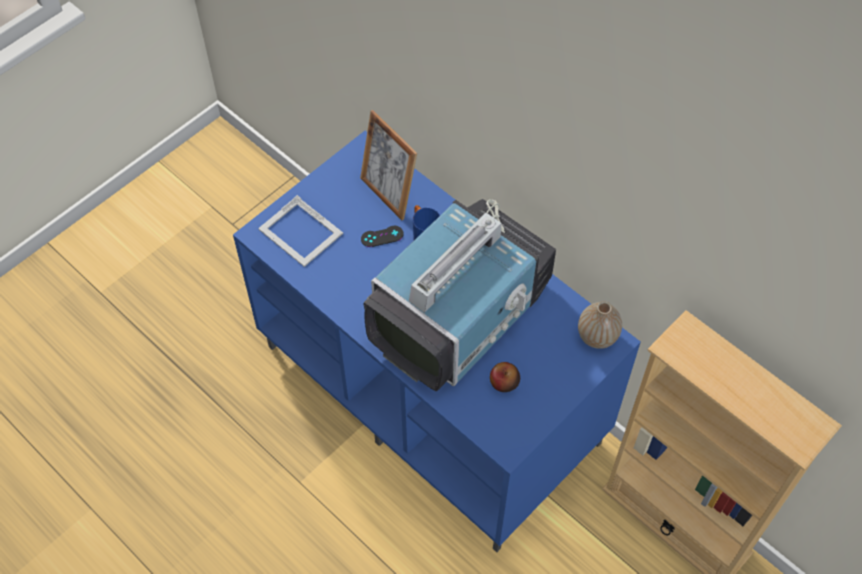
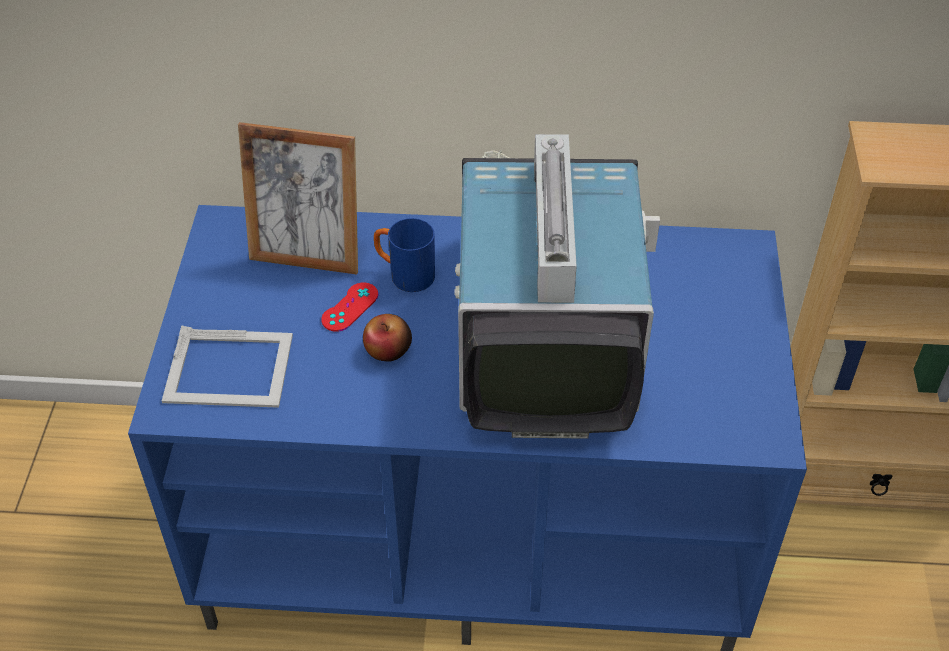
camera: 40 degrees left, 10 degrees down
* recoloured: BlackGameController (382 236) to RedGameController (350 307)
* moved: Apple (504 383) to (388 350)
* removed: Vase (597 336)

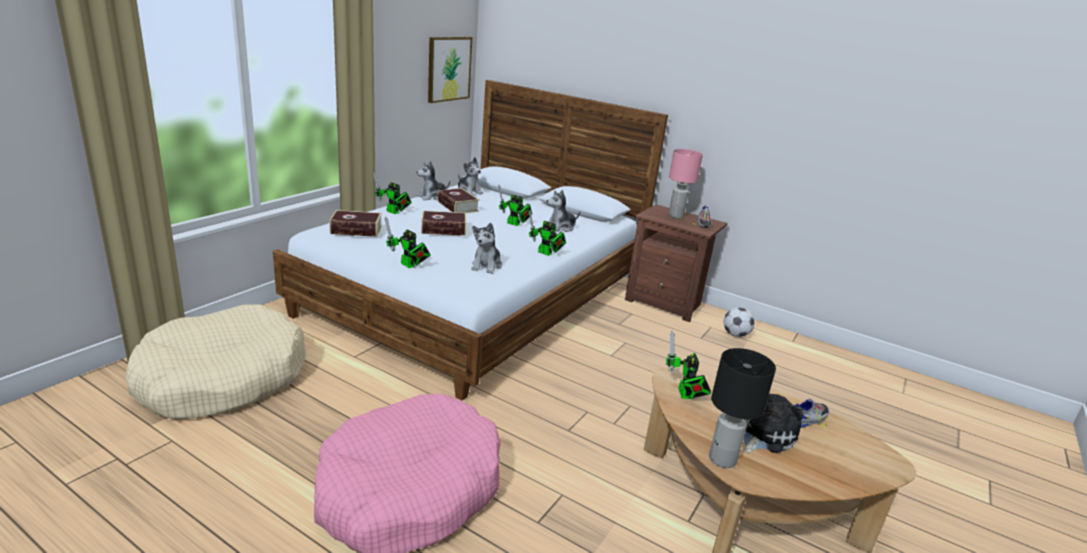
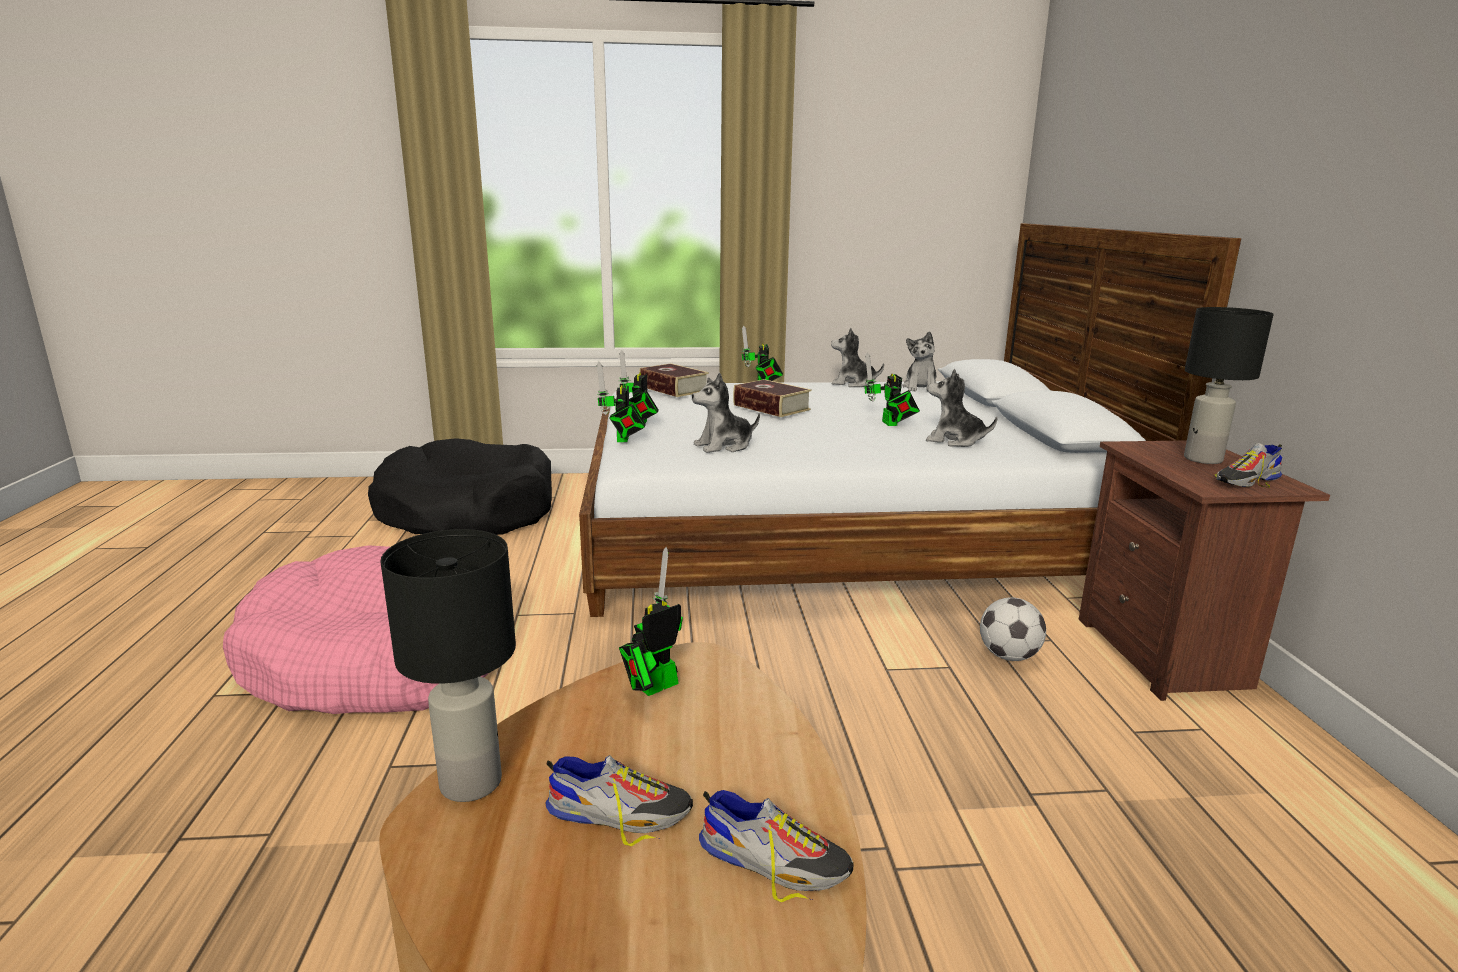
camera: 55 degrees right, 5 degrees down
* recoloured: BeigeDogBed (222 379) to BlackDogBed (467 511)
* removed: Picture (449 69)
* removed: Book (458 206)
* moved: ToyRobot (546 253) to (622 440)
* recoloured: PinkTableLamp (676 216) to BlackTableLamp (1203 459)
* moved: Football (735 335) to (1008 656)
* replaced: PlushToy (763 435) to Shoe (620 812)

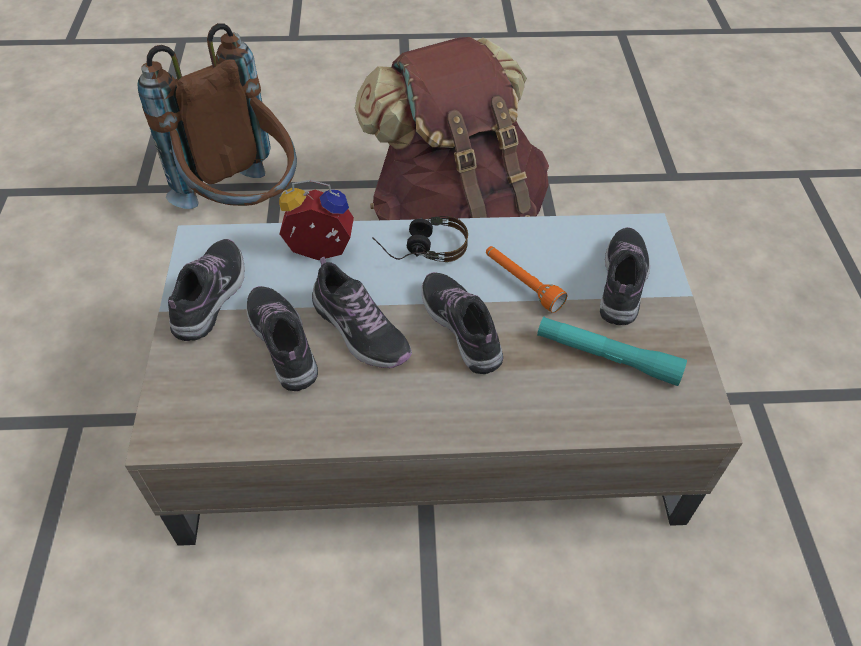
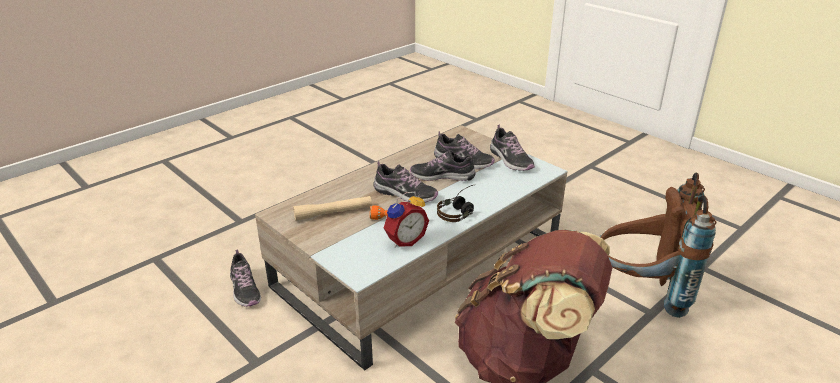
camera: 140 degrees right, 20 degrees down
* moved: AlarmClock (319 254) to (404 240)
* recoloured: TurquoiseFlashlight (607 357) to BeigeFlashlight (333 213)
* moved: Shoe (622 282) to (245 289)

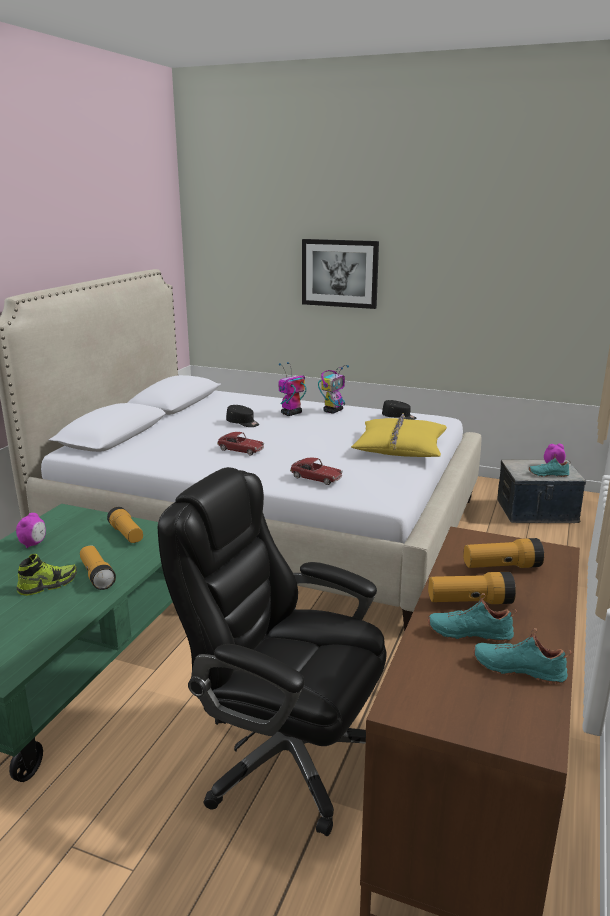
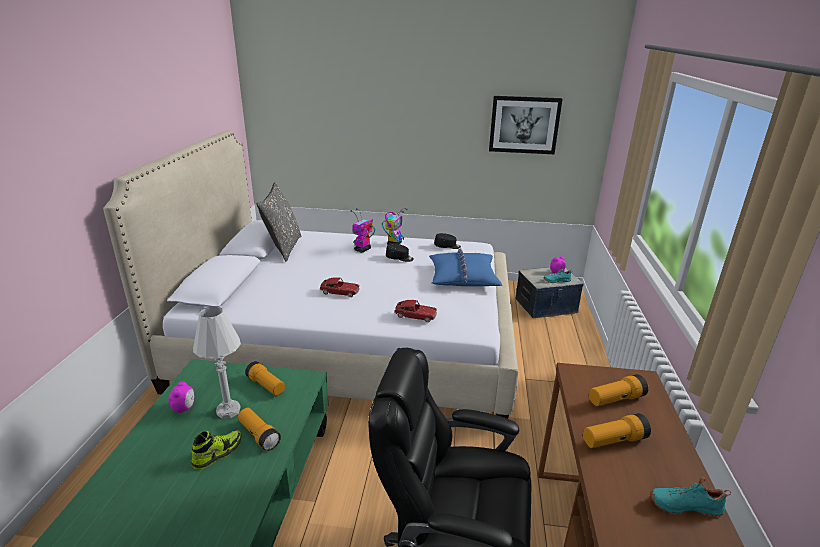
camera: 15 degrees left, 5 degrees up
* moved: BlackCap (243 423) to (399 258)
* moved: Picture (339 273) to (524 125)
* recoloured: YellowPillow (400 447) to BluePillow (463 277)
* removed: TurquoiseShoe (469 632)
* added: WhiteTableLamp (228 410)
* added: GreyPillow (283 248)

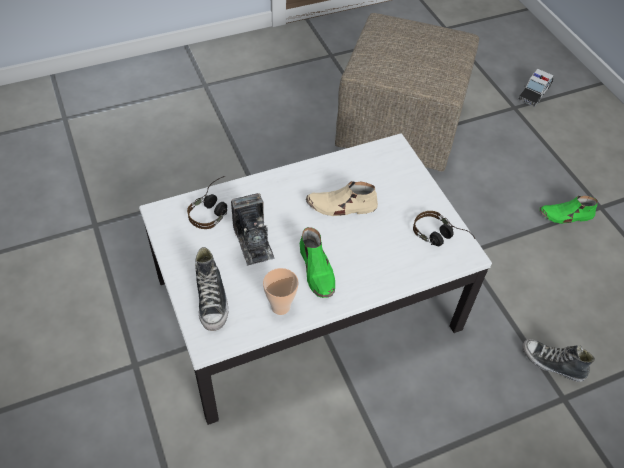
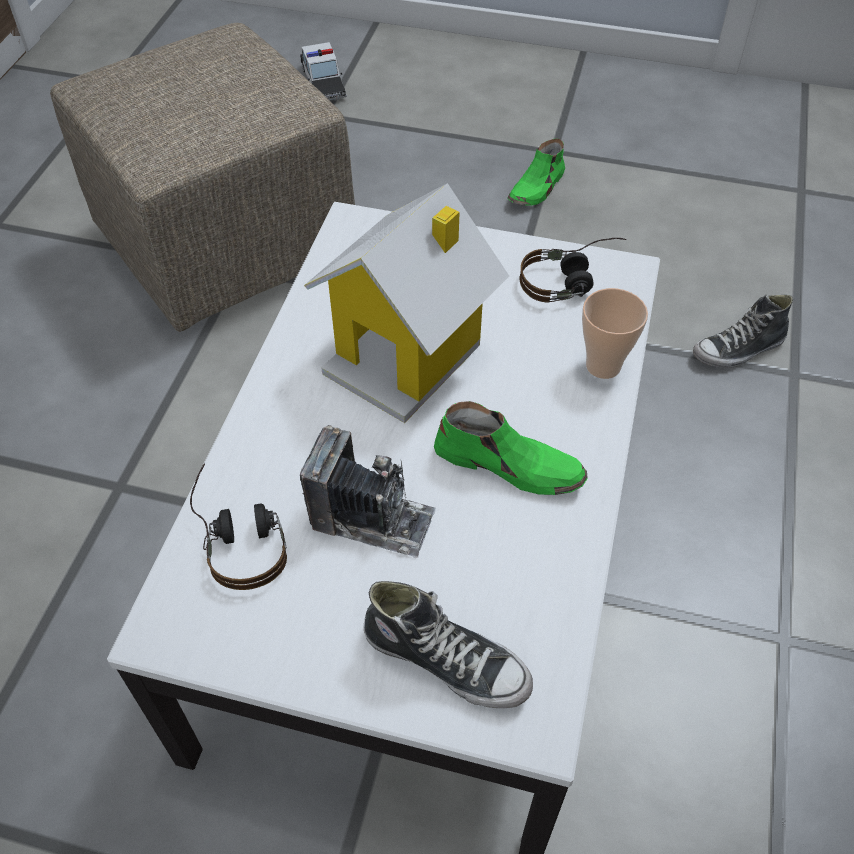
camera: 50 degrees left, 0 degrees up
* moved: Cup (280 306) to (603 366)
* replaced: BeigeShoe (341 206) to ToyHouse (408 355)

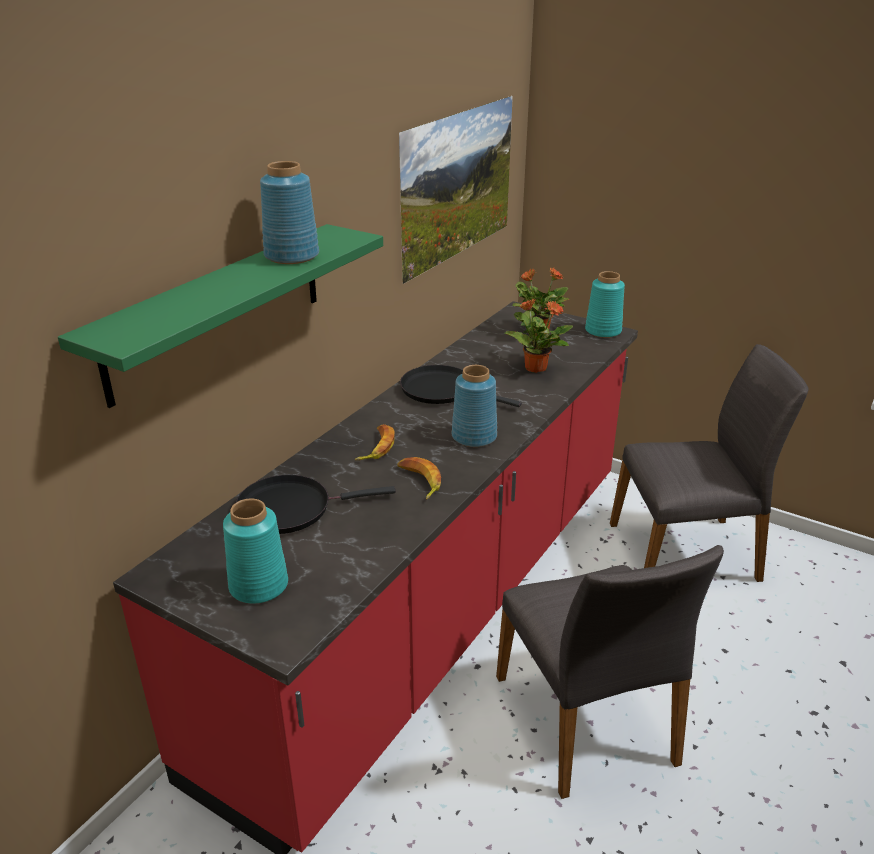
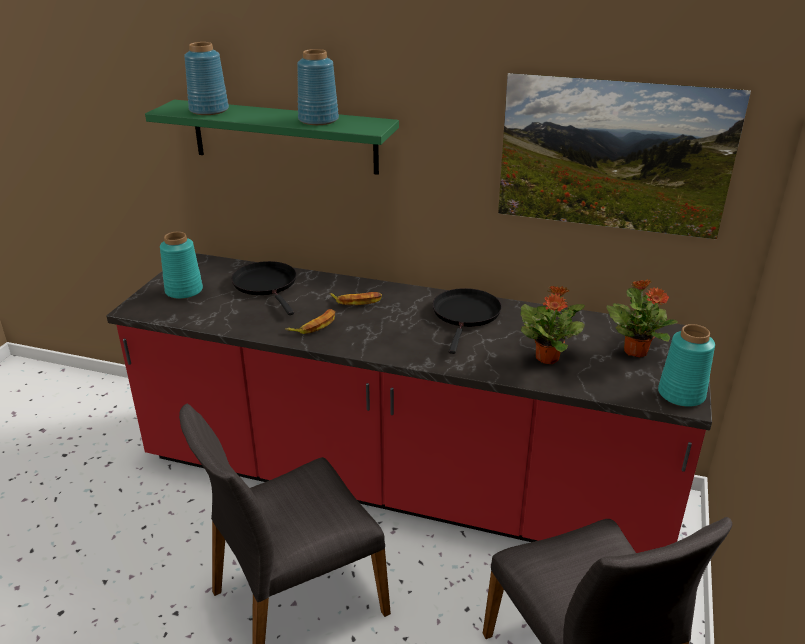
camera: 75 degrees right, 0 degrees up
* moved: BlueVase (473 436) to (209 110)

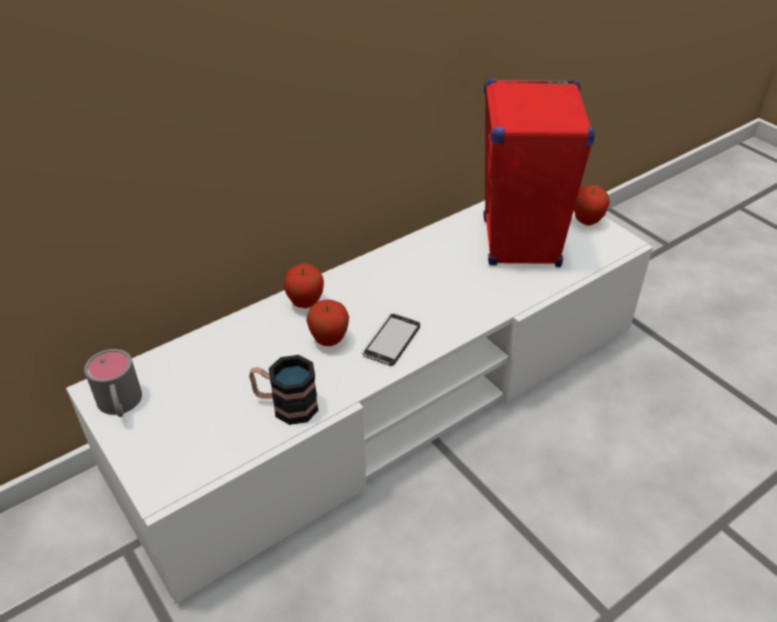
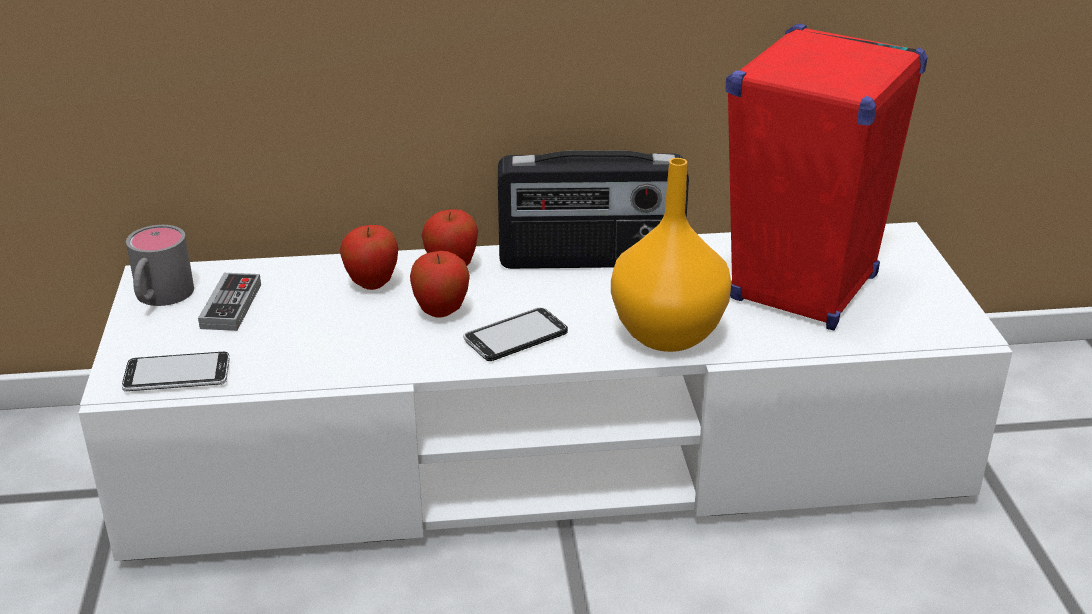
camera: 30 degrees right, 10 degrees down
* removed: Mug (286 405)
* moved: Apple (586 222) to (372 284)
* added: Phone (177 375)
* added: GameController (231 306)
* added: Radio (590 260)
* added: OrangeVase (669 335)

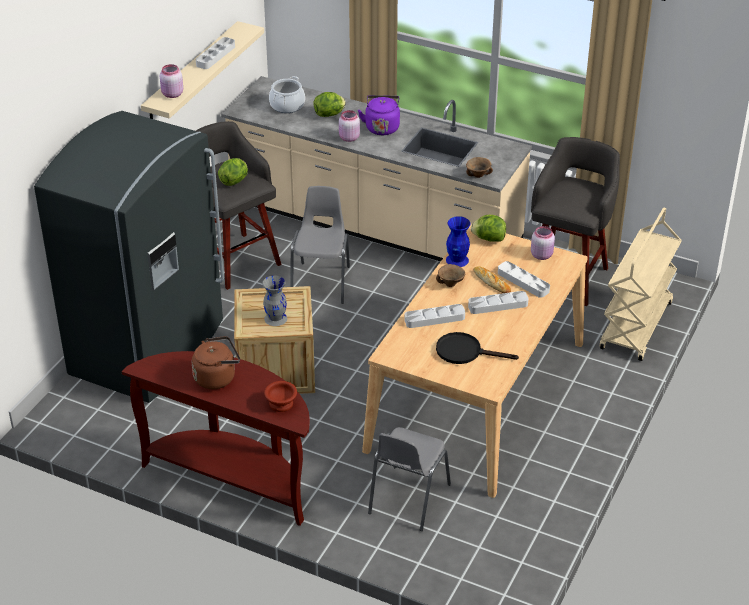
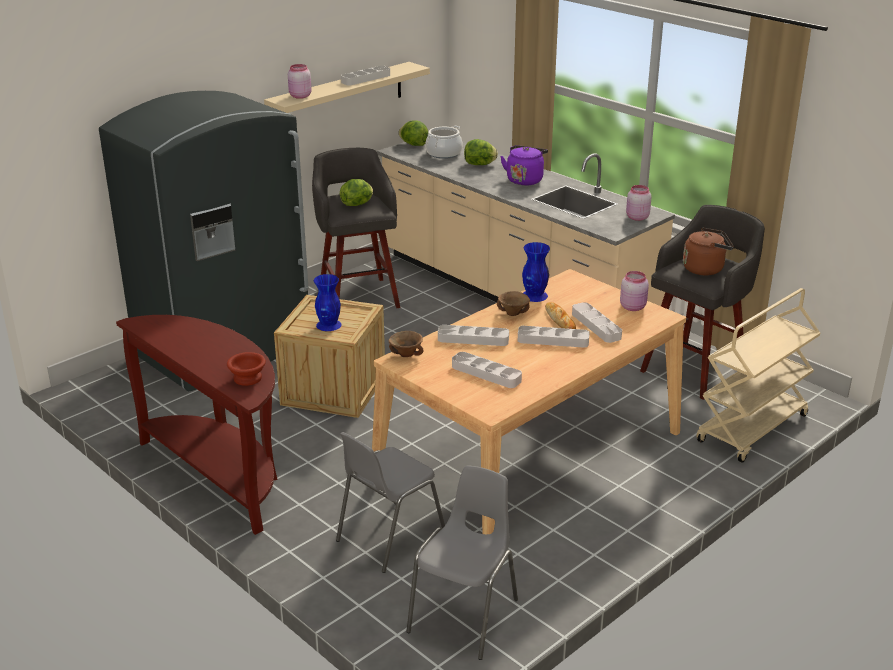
camera: 20 degrees right, 10 degrees down
* moved: BrownKettle (217 377) to (705 269)
* recoloured: GreyVase (276 319) to BlueVase (329 325)
* moved: GreyChair (322 282) to (465 615)
* moved: PinkJar (348 138) to (636 217)
* replaced: BlackFryingPan (465 352) to GreyTray (486 373)
* moved: BrownBowl (478 175) to (406 355)
* moved: Lettuce (488 239) to (413 144)

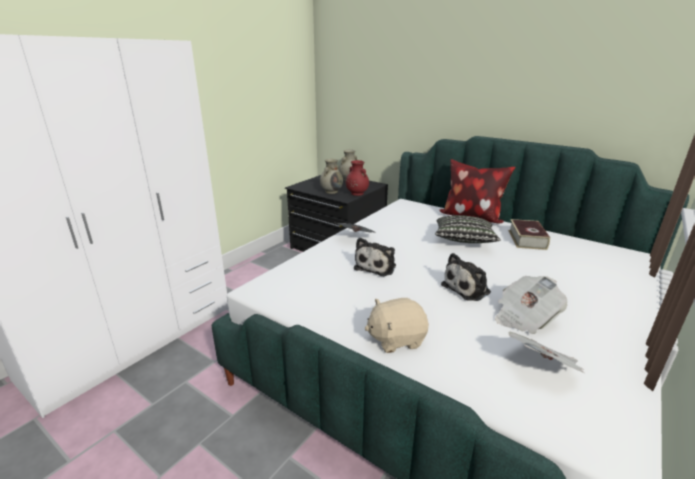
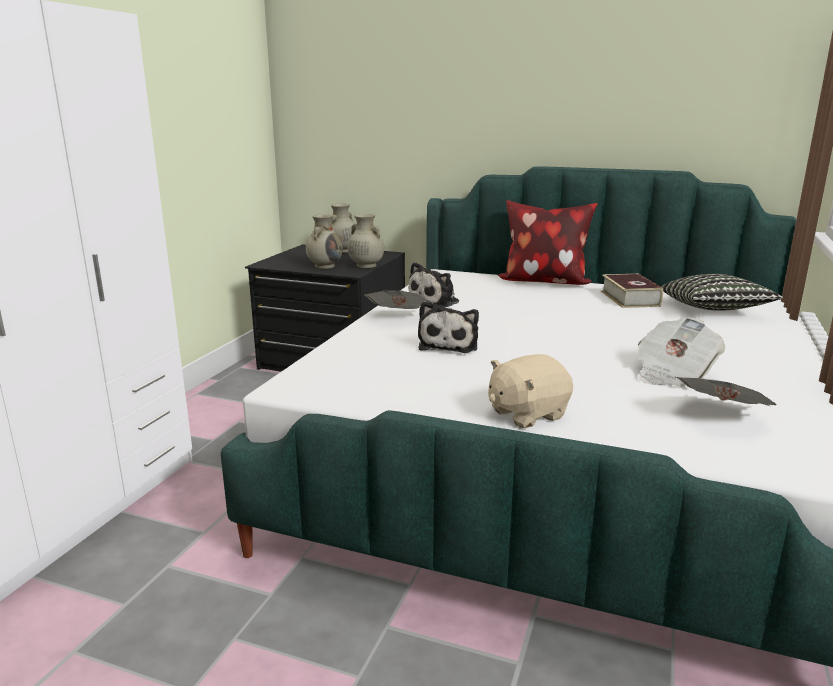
camera: 15 degrees left, 5 degrees down
* recoloured: RedVase (356 193) to BeigeVase (365 266)
* moved: Pillow (463 241) to (714 310)
* moved: PlushToy (468 288) to (435 301)

